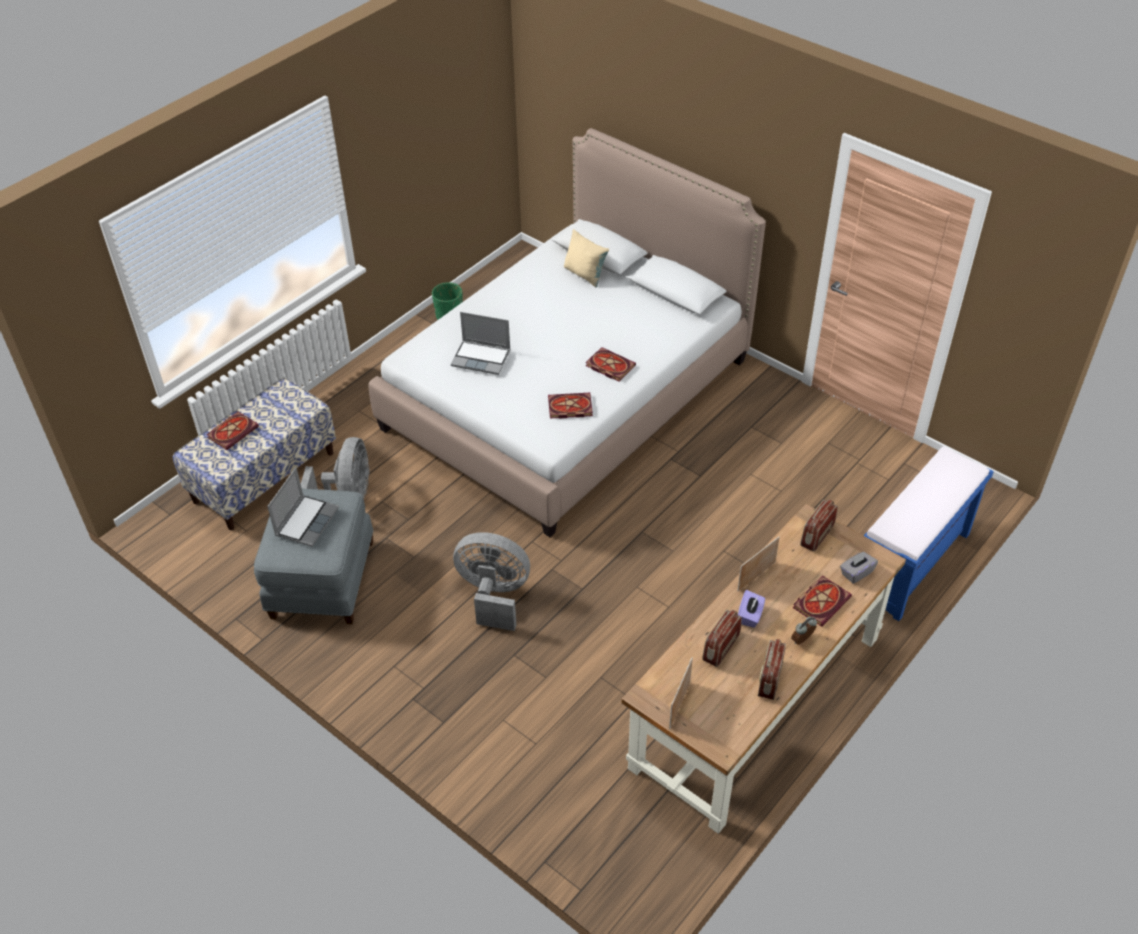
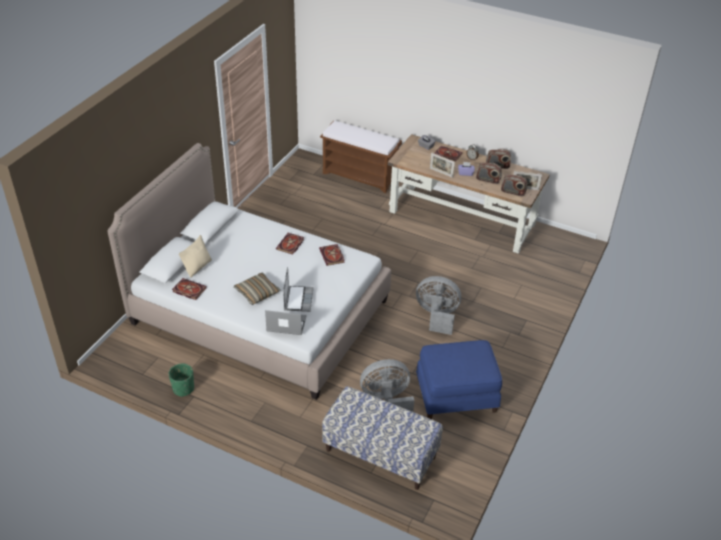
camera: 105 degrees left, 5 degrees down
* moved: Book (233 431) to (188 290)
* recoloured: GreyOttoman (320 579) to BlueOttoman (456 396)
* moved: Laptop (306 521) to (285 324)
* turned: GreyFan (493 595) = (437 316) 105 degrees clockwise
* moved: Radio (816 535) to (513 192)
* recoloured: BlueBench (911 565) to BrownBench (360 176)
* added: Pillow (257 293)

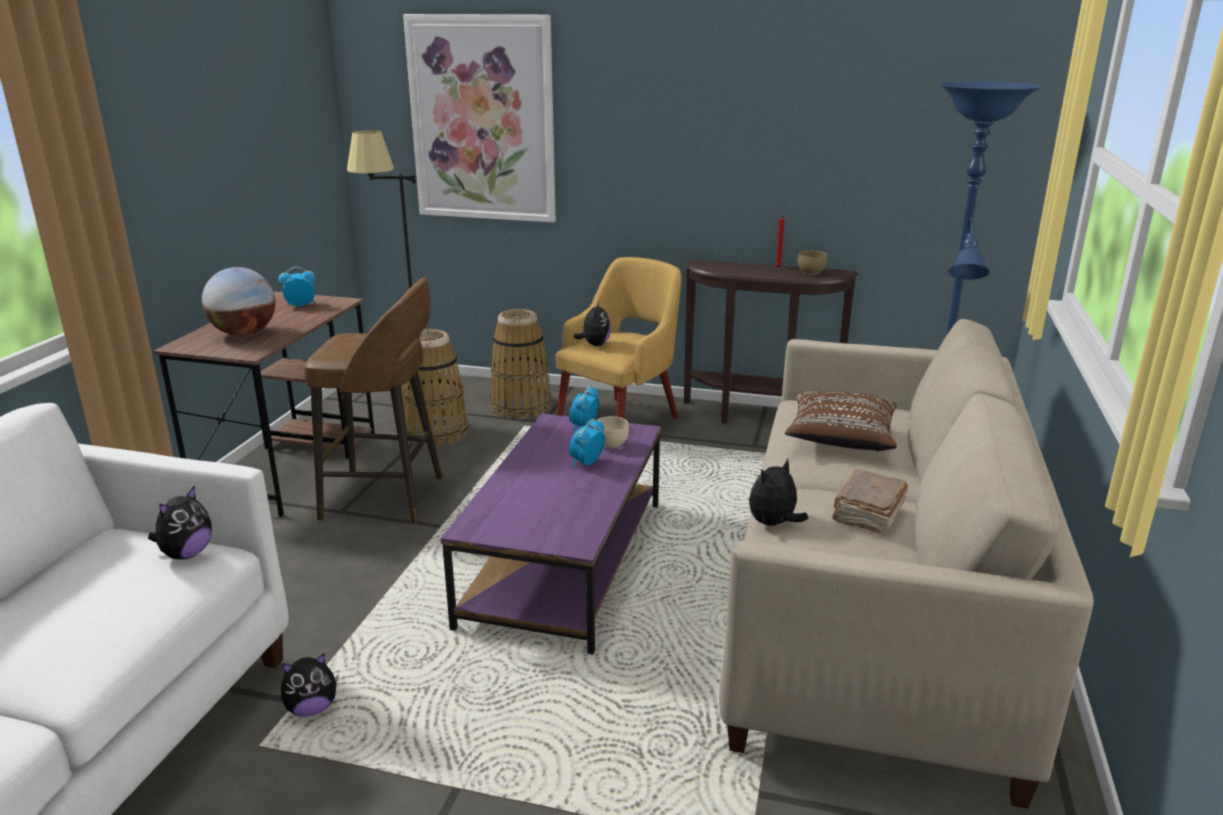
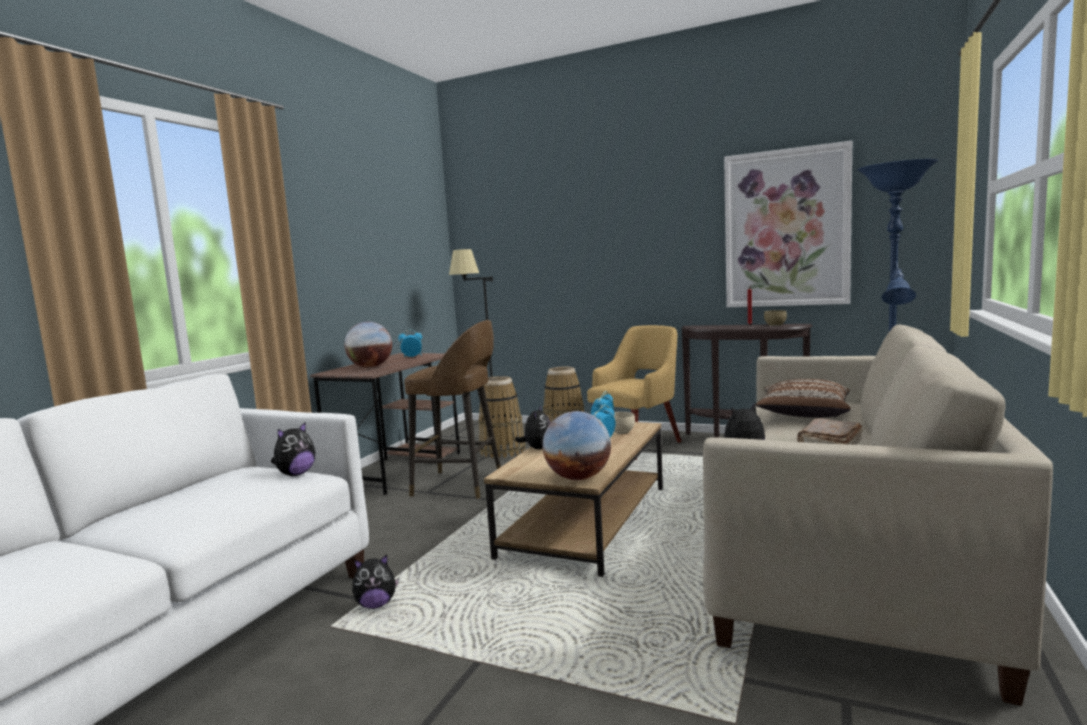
camera: 10 degrees right, 15 degrees down
* moved: Picture (483 119) to (786 228)
* recoloured: PurpleCoffeeTable (566 561) to BrownCoffeeTable (587 520)
* moved: PlushToy (594 345) to (537 448)
* added: Globe (578 478)

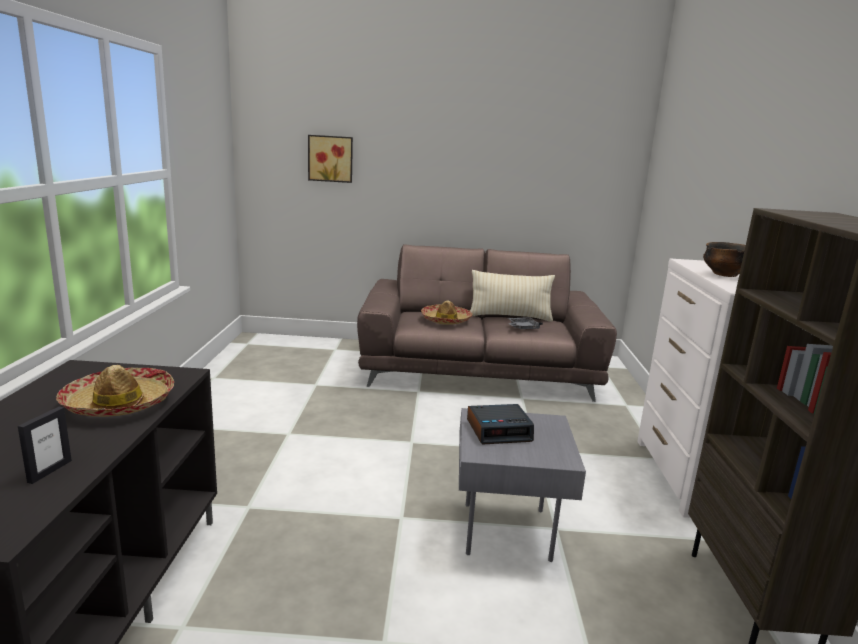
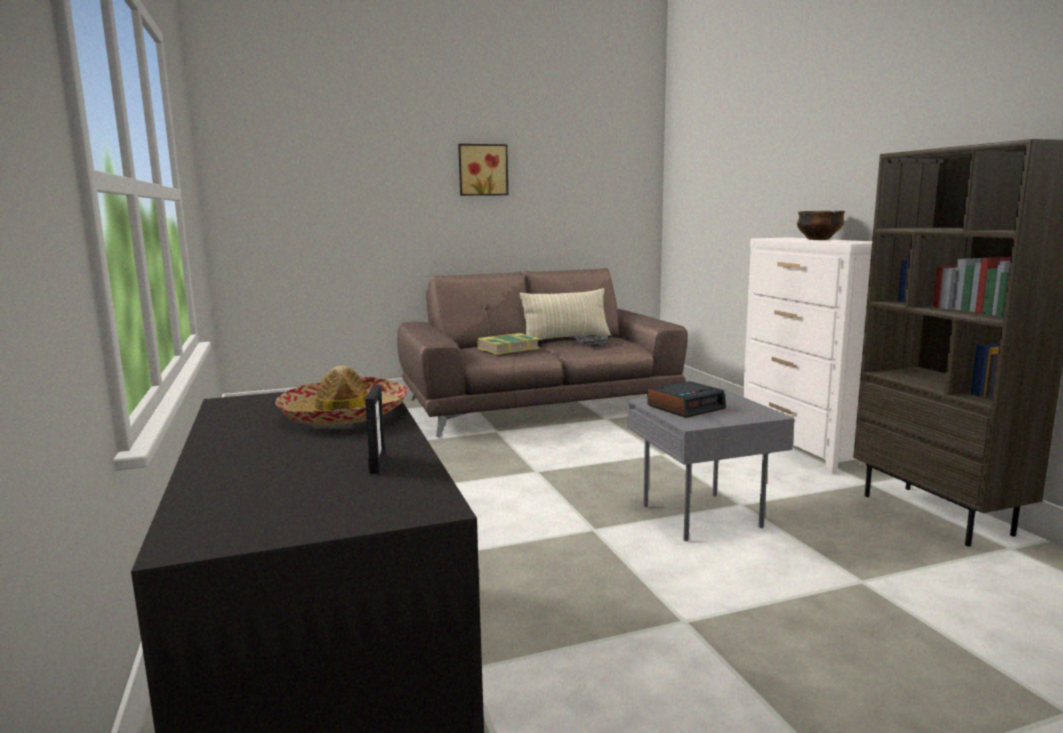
camera: 20 degrees left, 5 degrees down
* moved: Picture (330 158) to (482 170)
* replaced: Hat (446 320) to Book (508 349)

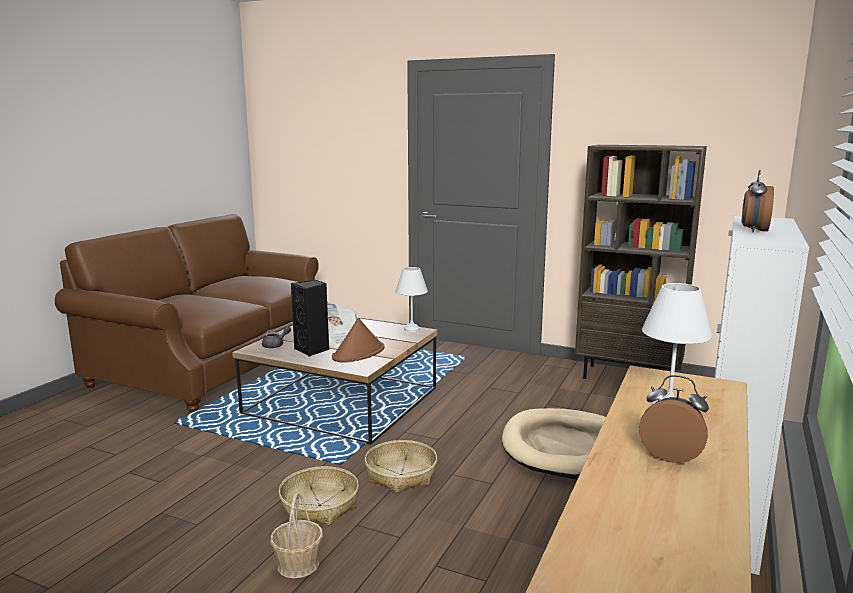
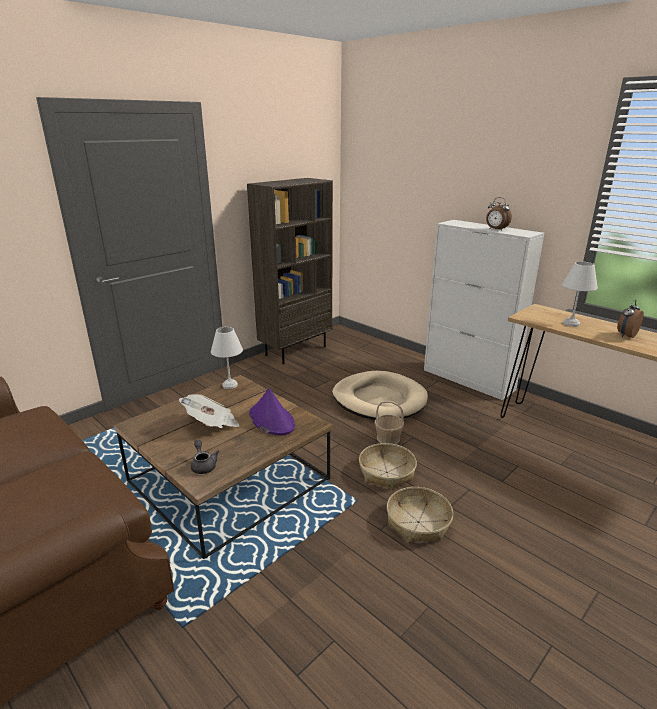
camera: 70 degrees left, 10 degrees up
* moved: Basket (298 564) to (388 438)
* removed: BlackSpeaker (312 350)
* recoloured: BrownHat (359 353) to PurpleHat (271 420)

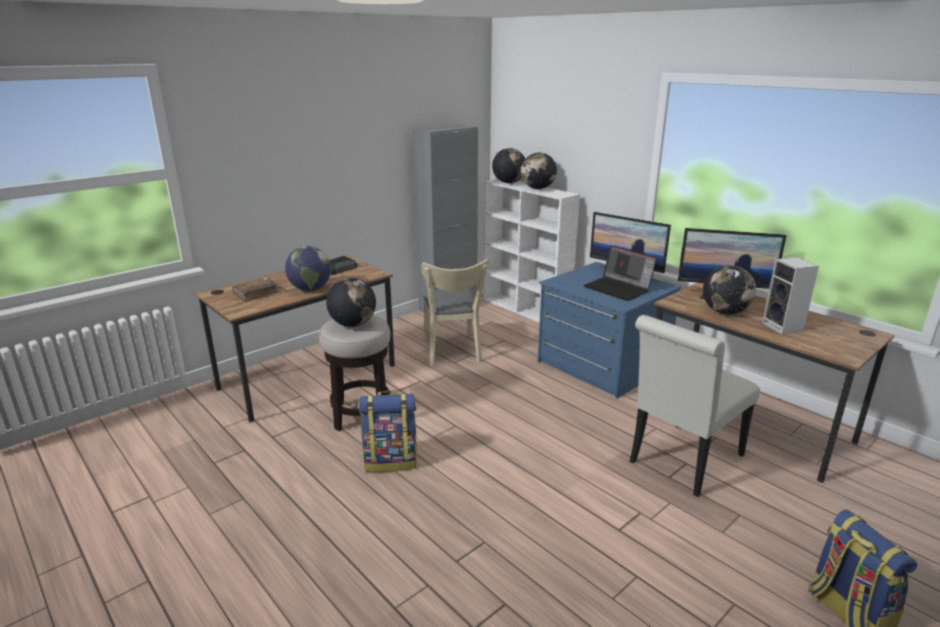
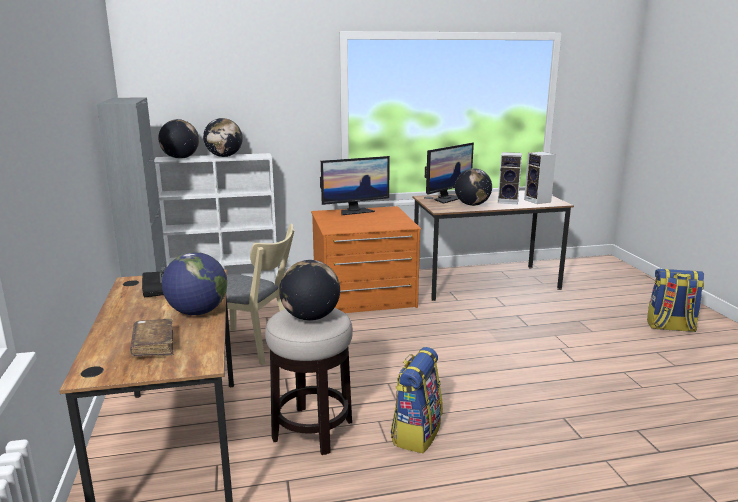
camera: 60 degrees left, 5 degrees down
* recoloured: BlueDresser (601 365) to OrangeDresser (364 296)
* removed: Laptop (619 289)
* removed: WhiteChair (682 462)
* added: Speaker (538 201)

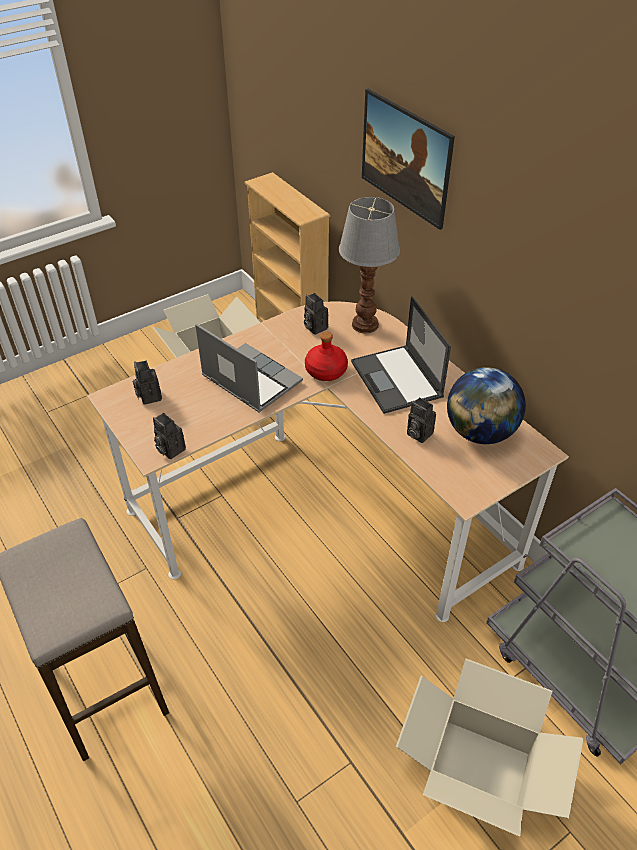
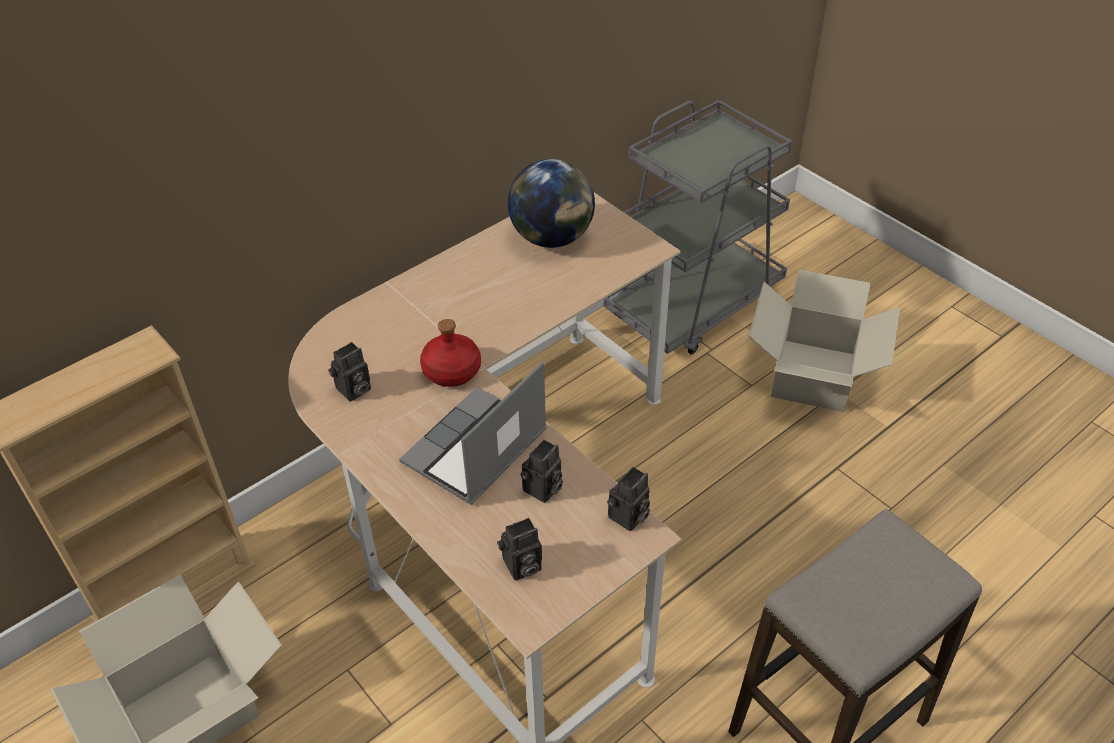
camera: 95 degrees left, 0 degrees up
* removed: TableLamp (364 324)
* removed: Laptop (397 380)
* removed: Picture (403 180)
* moved: PhotoCamera (417 433) to (543 490)

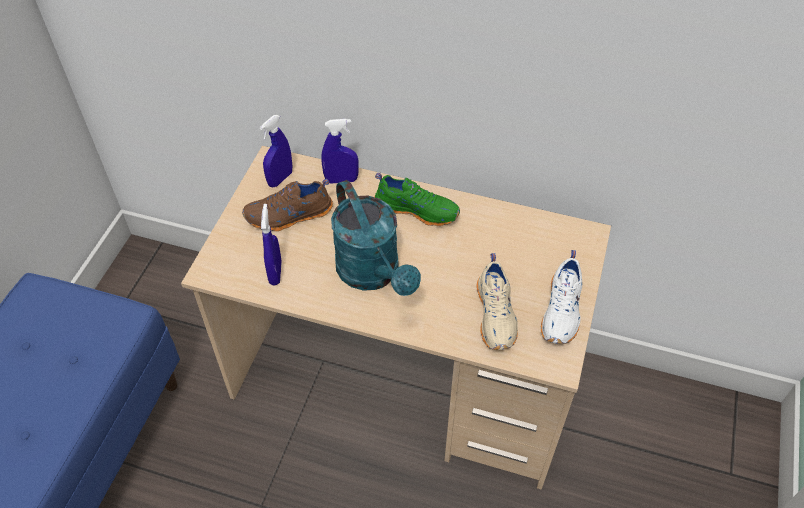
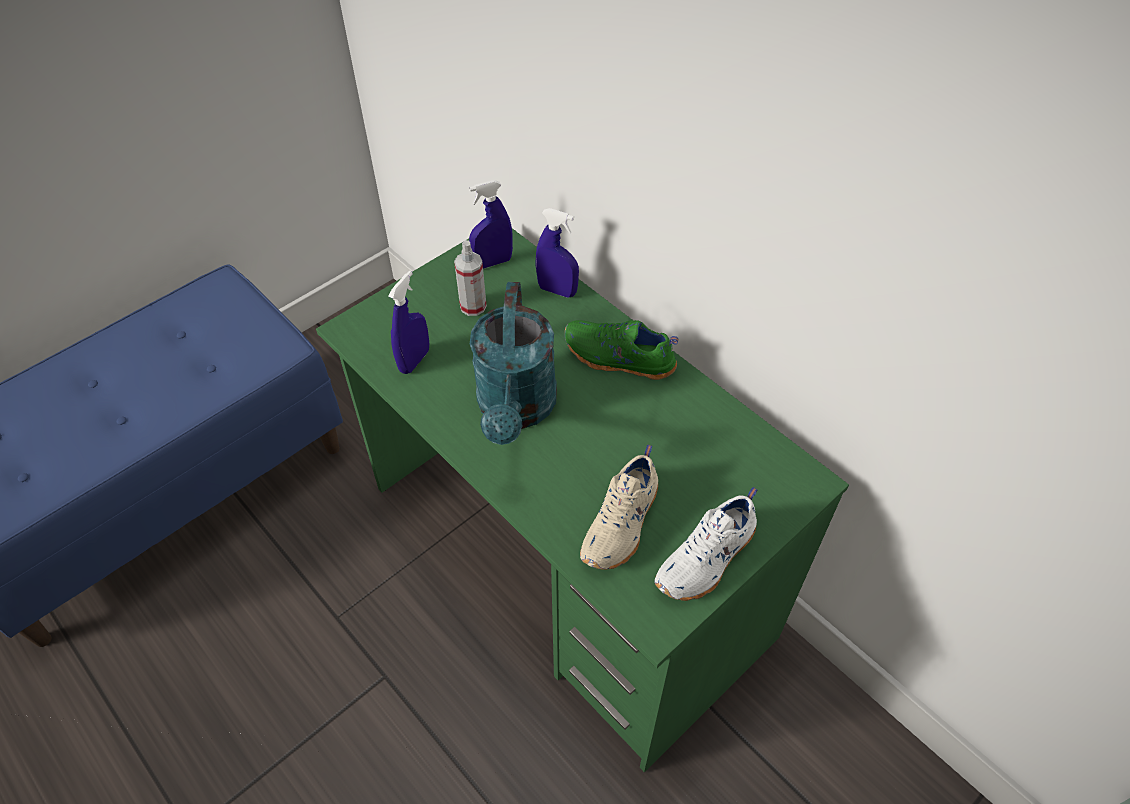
camera: 30 degrees right, 0 degrees up
* recoloured: BeigeDesk (403 379) to GreenDesk (567 561)
* replaced: BrownShoe (289 216) to SprayBottle (473 306)
* turned: GreenShoe (417 209) = (618 359) 150 degrees clockwise

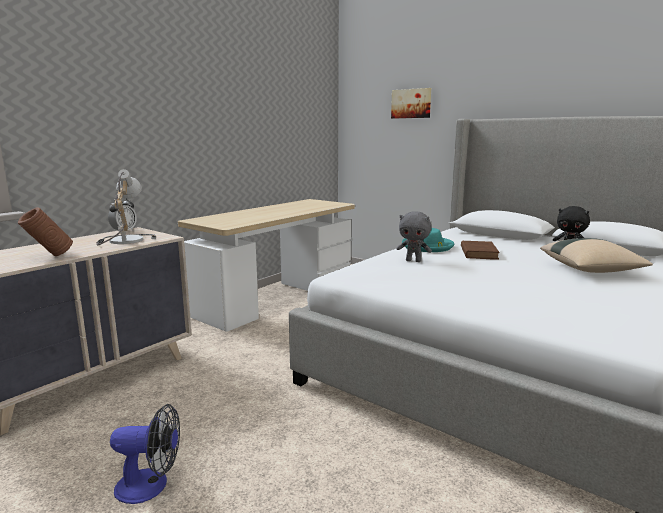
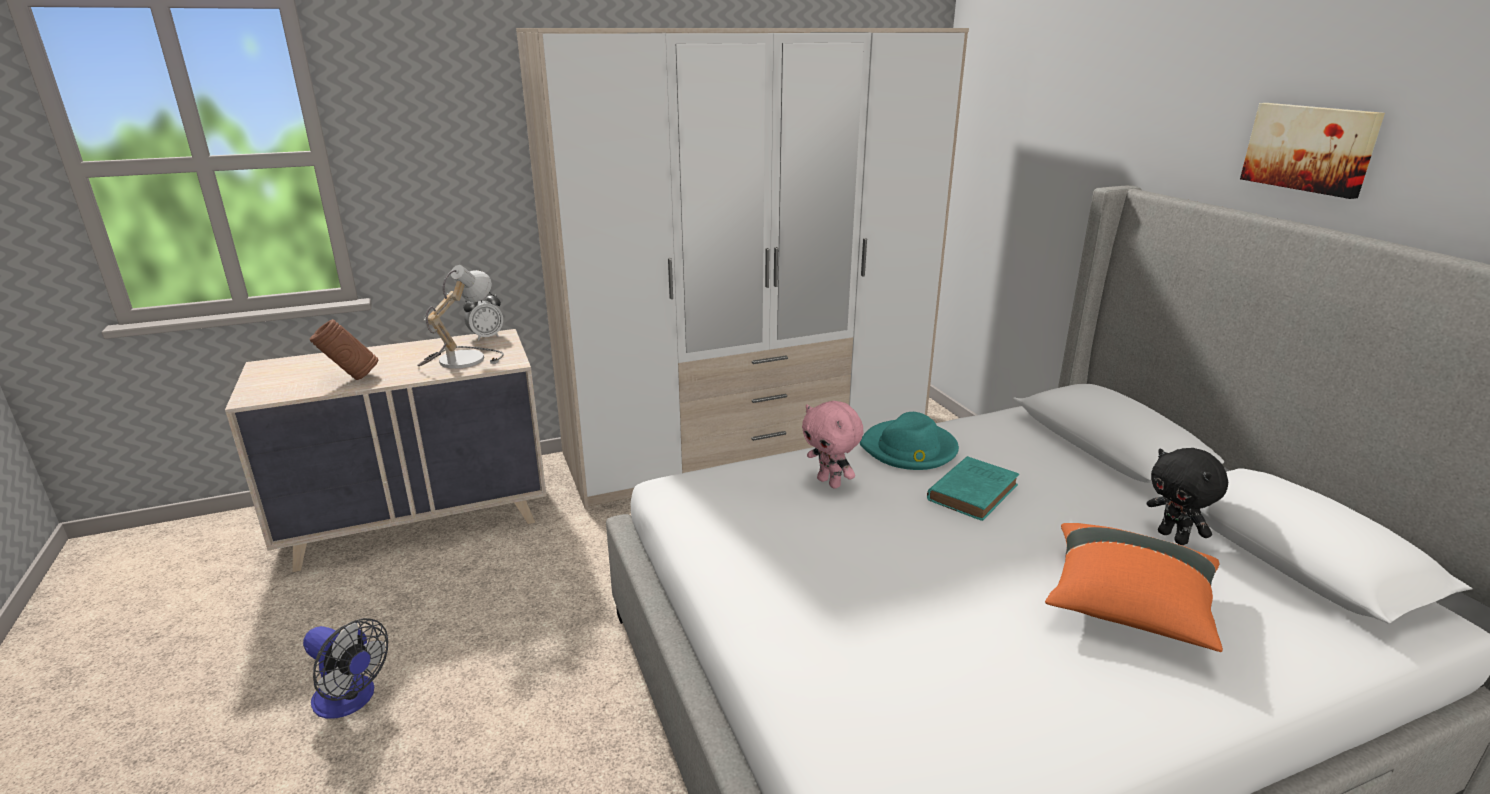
camera: 30 degrees right, 10 degrees up
* replaced: Desk (277 298) to Wardrobe (747 447)
* moved: Picture (411 103) to (1310 148)
* recoloured: GreyPlushToy (413 261) to PinkPlushToy (830 482)
* recoloured: BrownBook (478 253) to TurquoiseBook (973 491)
* recoloured: BeigePillow (591 270) to OrangePillow (1127 606)

